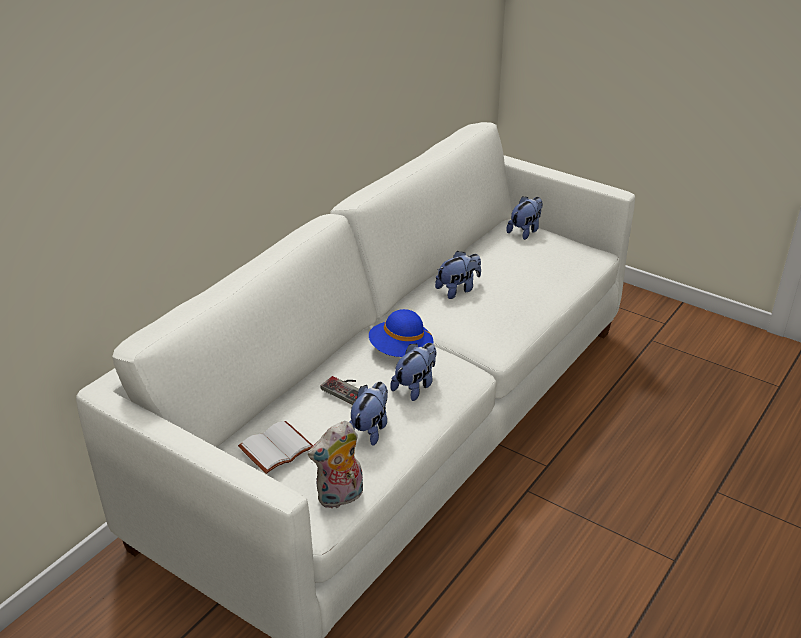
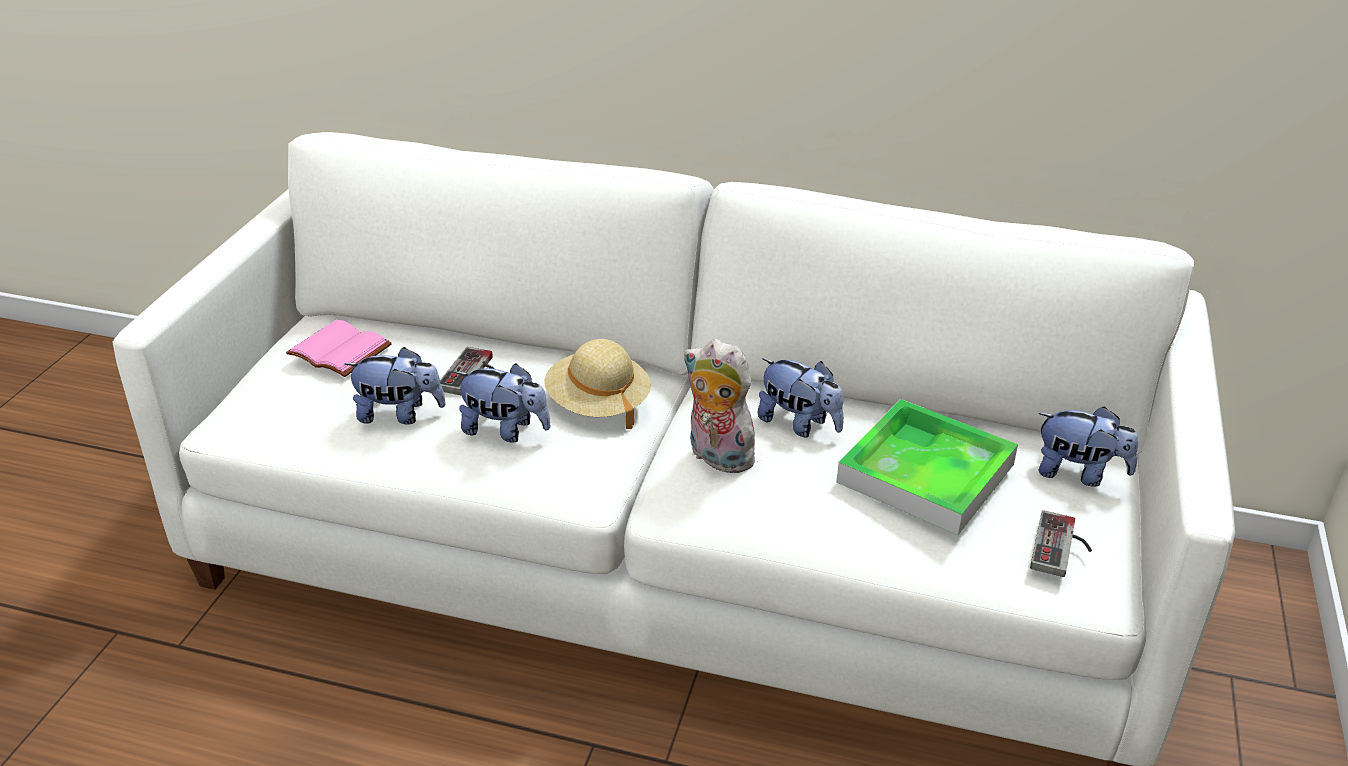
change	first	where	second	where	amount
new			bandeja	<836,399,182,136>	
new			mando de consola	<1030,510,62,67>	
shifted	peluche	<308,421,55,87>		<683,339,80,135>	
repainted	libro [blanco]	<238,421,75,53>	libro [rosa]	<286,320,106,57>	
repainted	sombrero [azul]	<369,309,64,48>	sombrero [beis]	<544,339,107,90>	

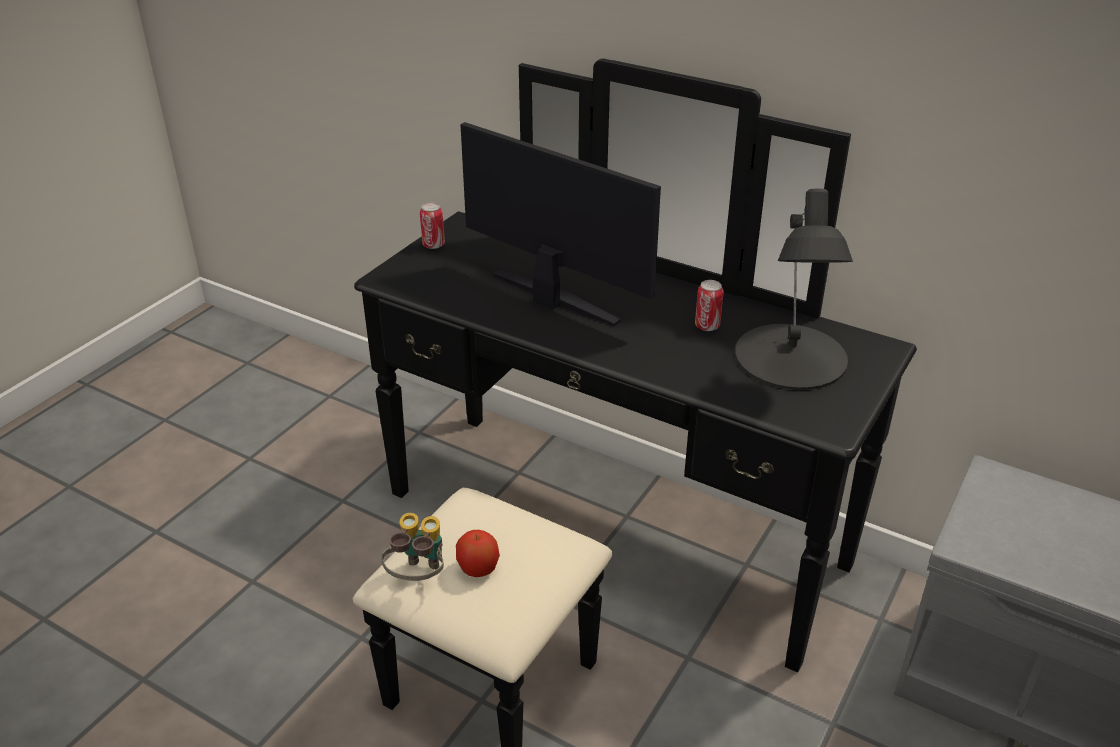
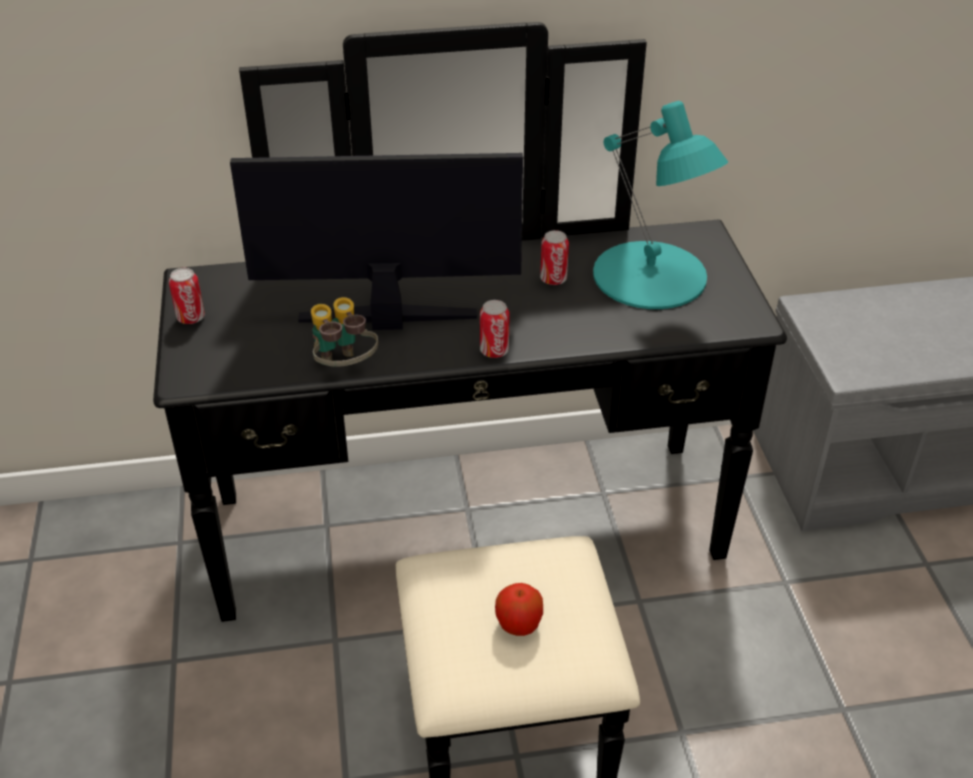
change	first	where	second	where	amount
new			lata	<480,300,30,58>	
shifted	prismáticos	<381,513,63,68>		<311,297,67,70>	
repainted	lámpara de mesa [negro]	<735,189,118,201>	lámpara de mesa [turquesa]	<593,101,135,208>	

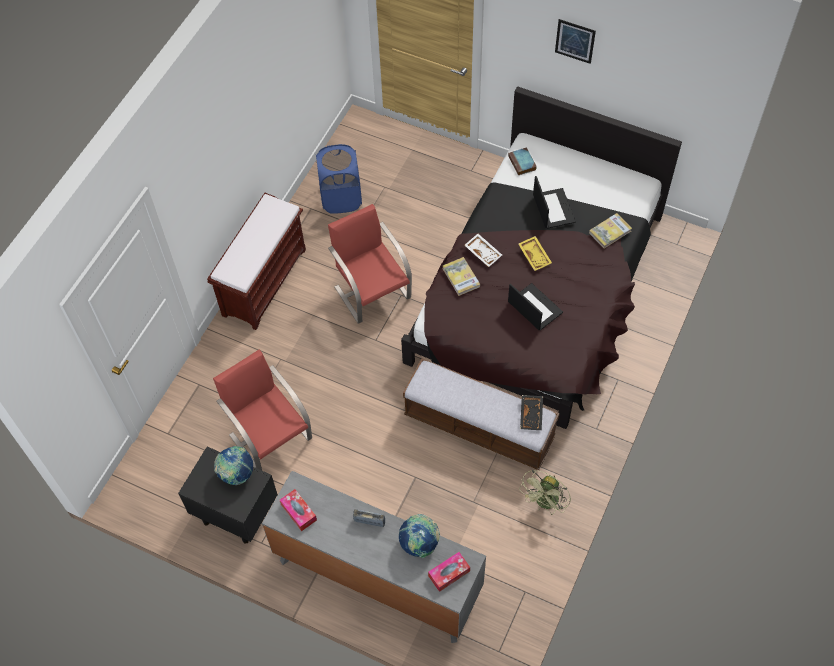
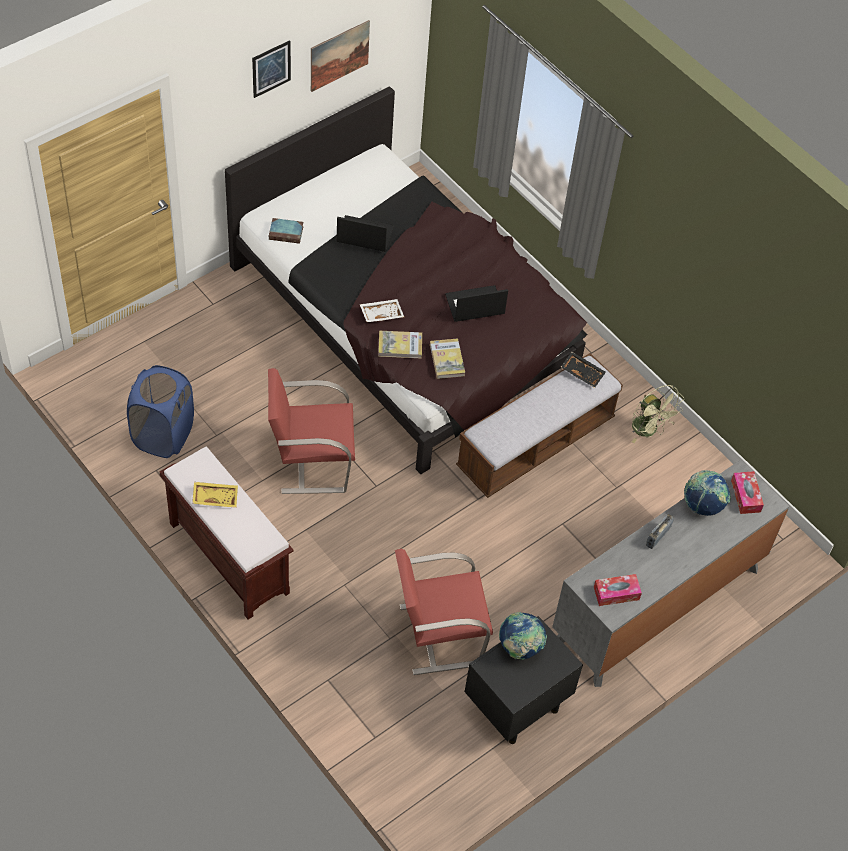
change	first	where	second	where	amount
new			cuadro	<311,20,59,72>	
shifted	bandeja [amarillo]	<518,236,34,35>		<192,482,46,26>	
shifted	libro	<589,213,43,35>		<430,338,35,41>	

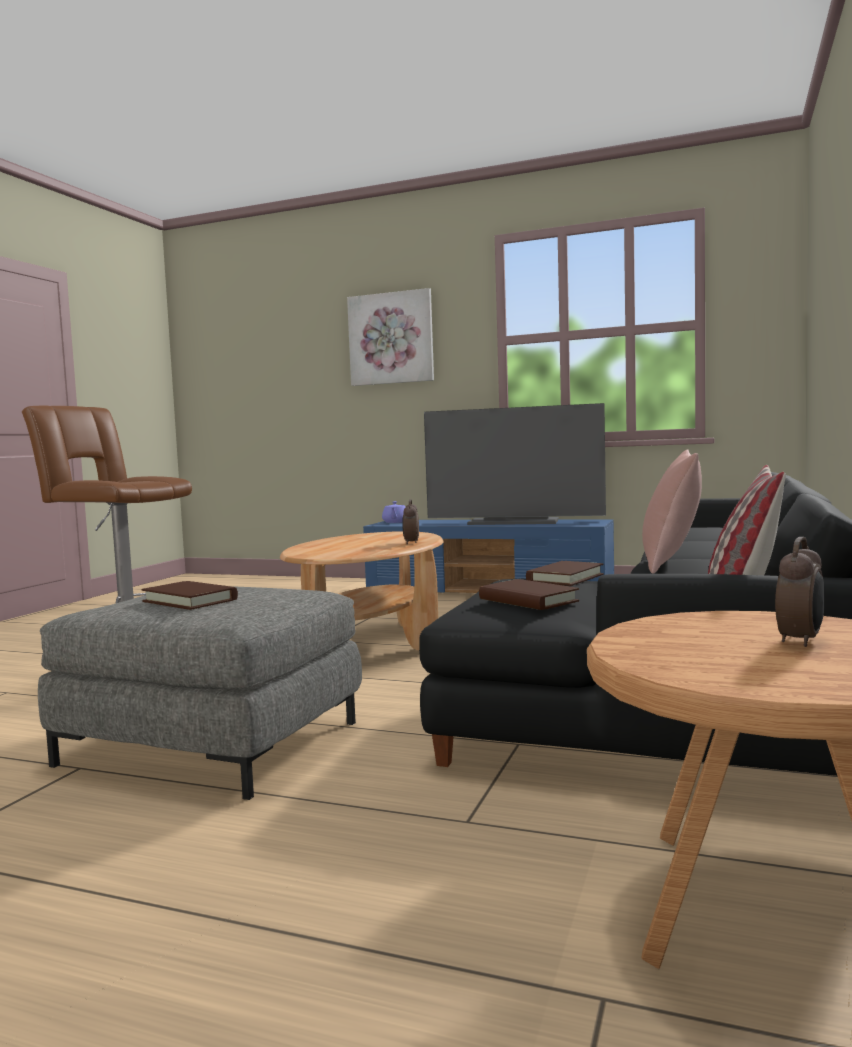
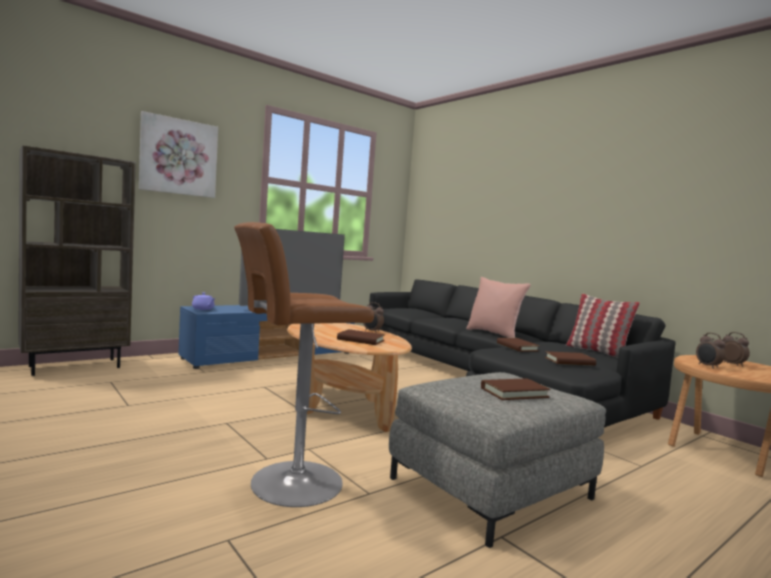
change	first	where	second	where	amount
new			estantería [marrón]	<18,145,118,231>	
new			libro [marrón]	<337,329,48,16>	
new			despertador	<696,333,29,36>	

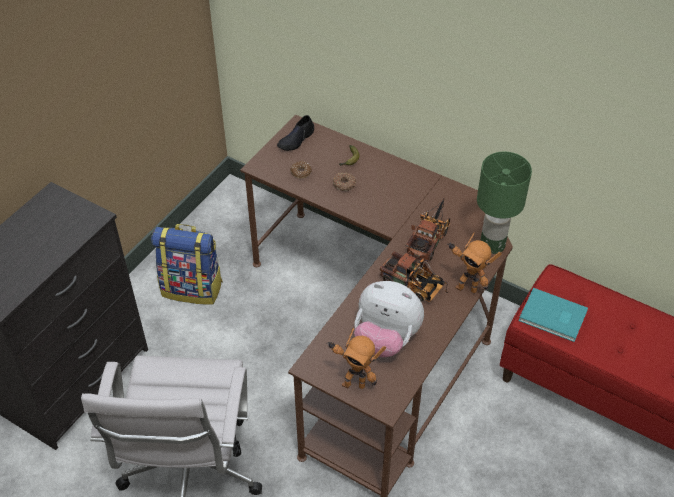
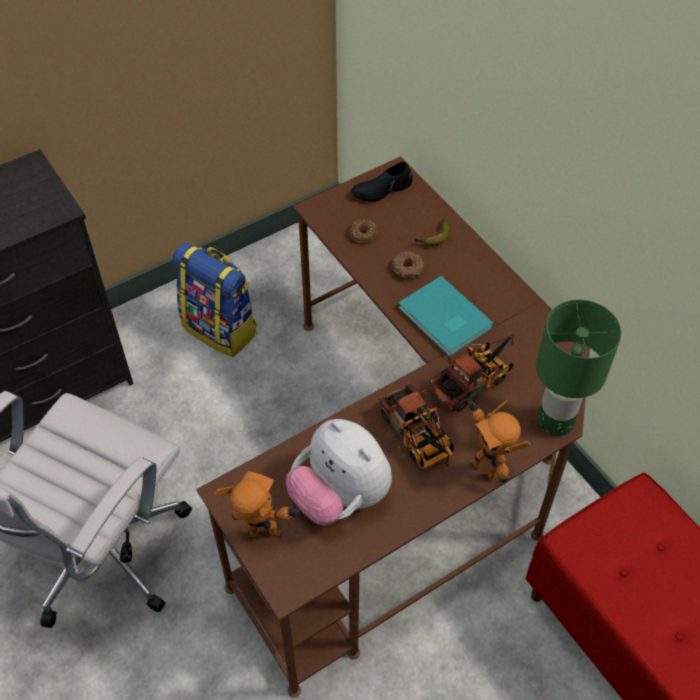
change	first	where	second	where	amount
shifted	libro [turquesa]	<519,288,69,54>		<398,276,96,80>	
rotated	robot de juguete	<327,328,59,61>		<215,471,85,67>	150 degrees clockwise

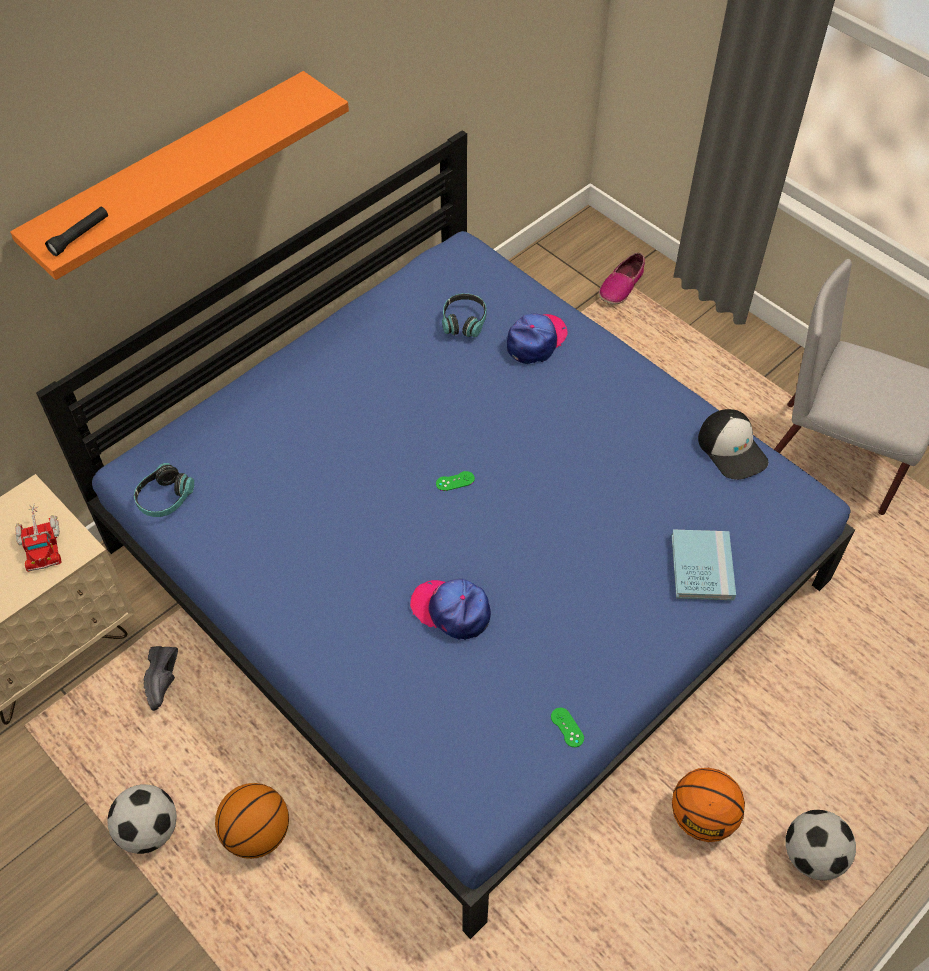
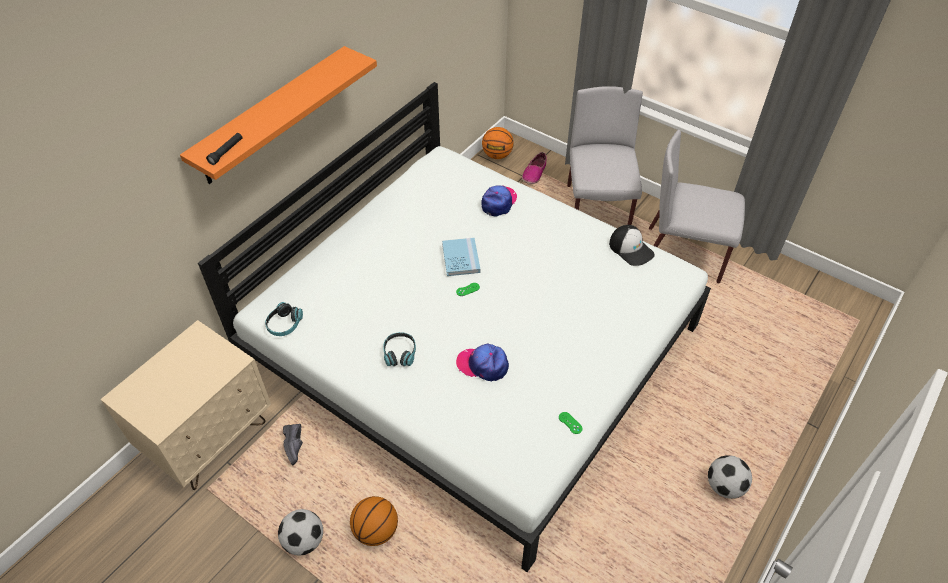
change	first	where	second	where	amount
gone	camión de juguete	<15,503,46,69>			
new			silla [gris]	<567,86,76,139>	
shifted	auriculares	<442,293,44,44>		<383,332,33,34>	
shifted	libro [azul]	<672,530,64,70>		<442,238,38,38>	
shifted	balón de baloncesto	<672,768,73,74>		<482,127,32,32>	
repainted	cama [azul]	<36,130,819,809>	cama [blanco]	<198,82,513,490>	

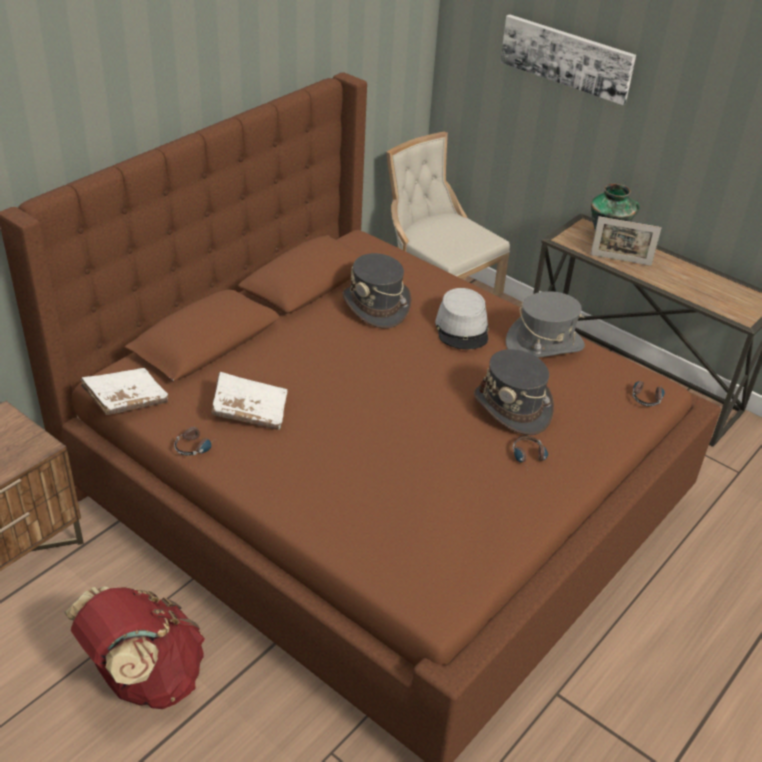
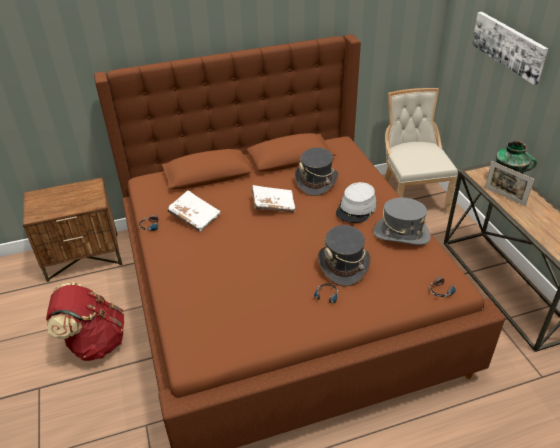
change	first	where	second	where	amount
shifted	libro [blanco]	<80,368,88,47>		<251,185,44,28>	

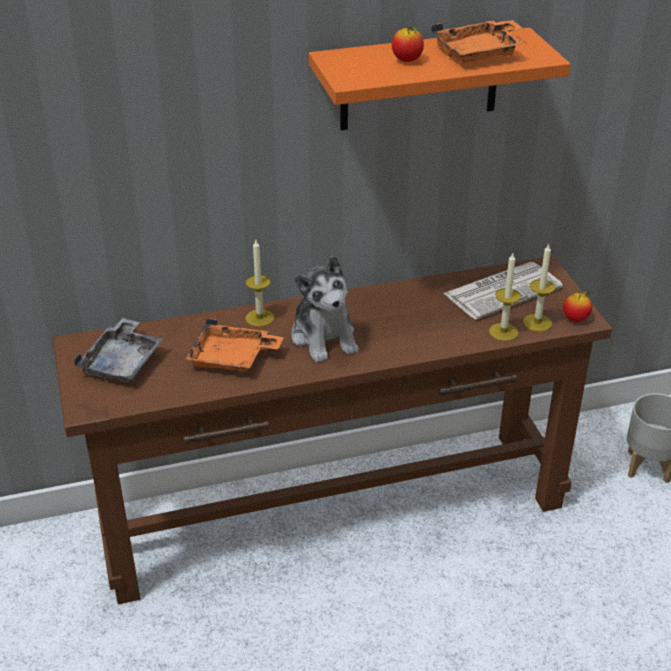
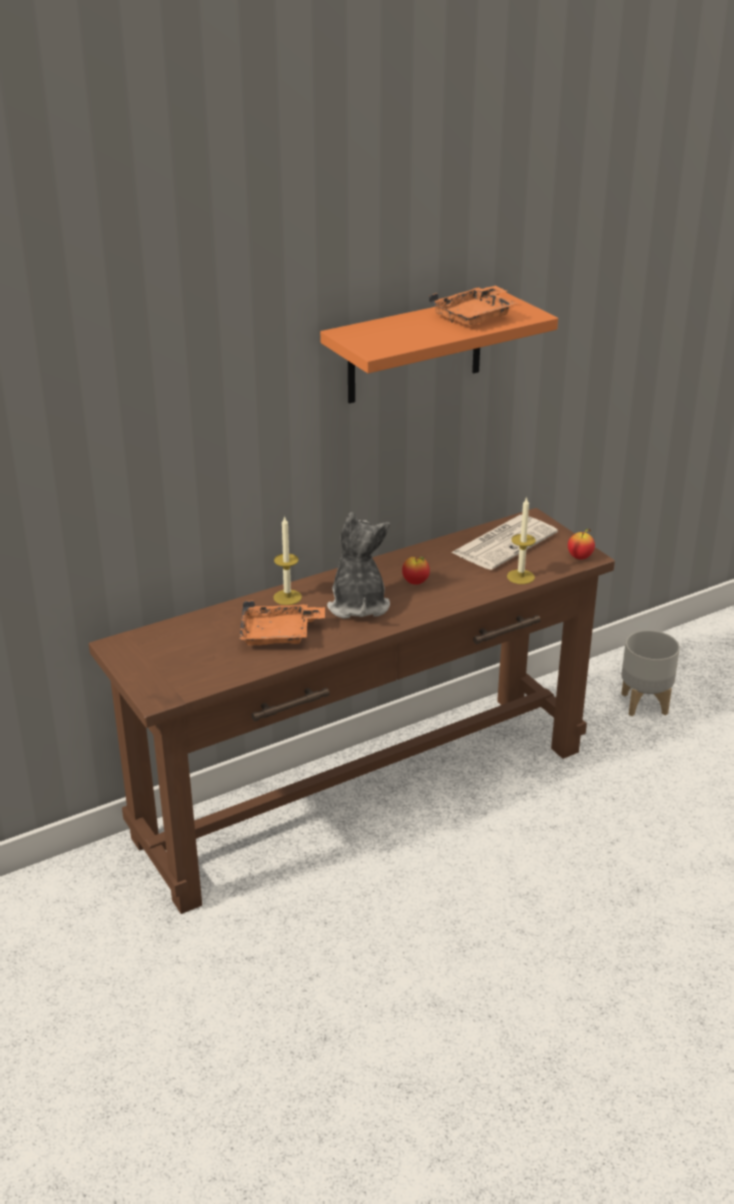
change	first	where	second	where	amount
gone	bandeja [gris]	<74,318,89,64>			
gone	vela	<523,243,32,89>			
shifted	manzana	<392,27,32,35>		<402,557,28,28>	
rotated	peluche	<291,255,68,108>		<327,512,63,107>	150 degrees counterclockwise

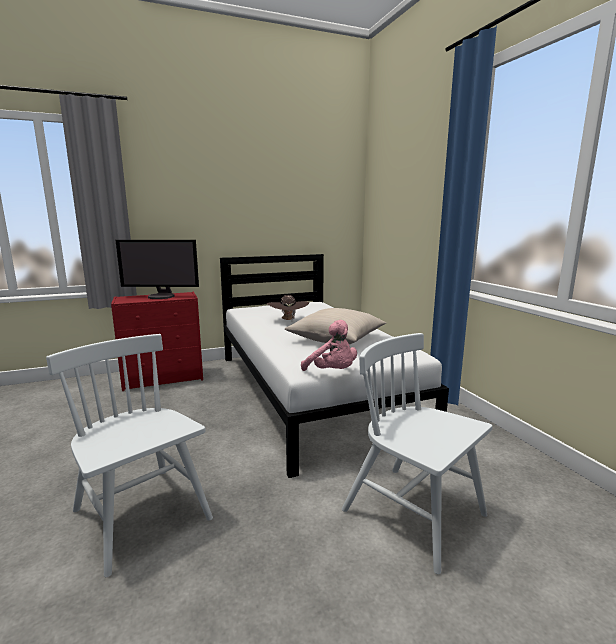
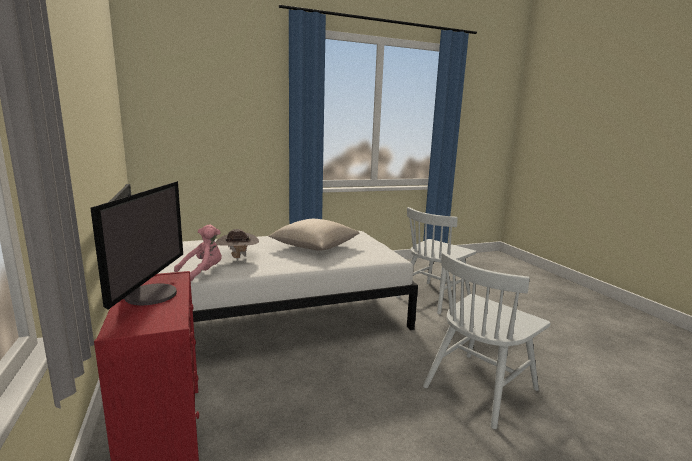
change	first	where	second	where	amount
shifted	peluche [rosa]	<301,320,56,51>		<174,224,48,57>	

